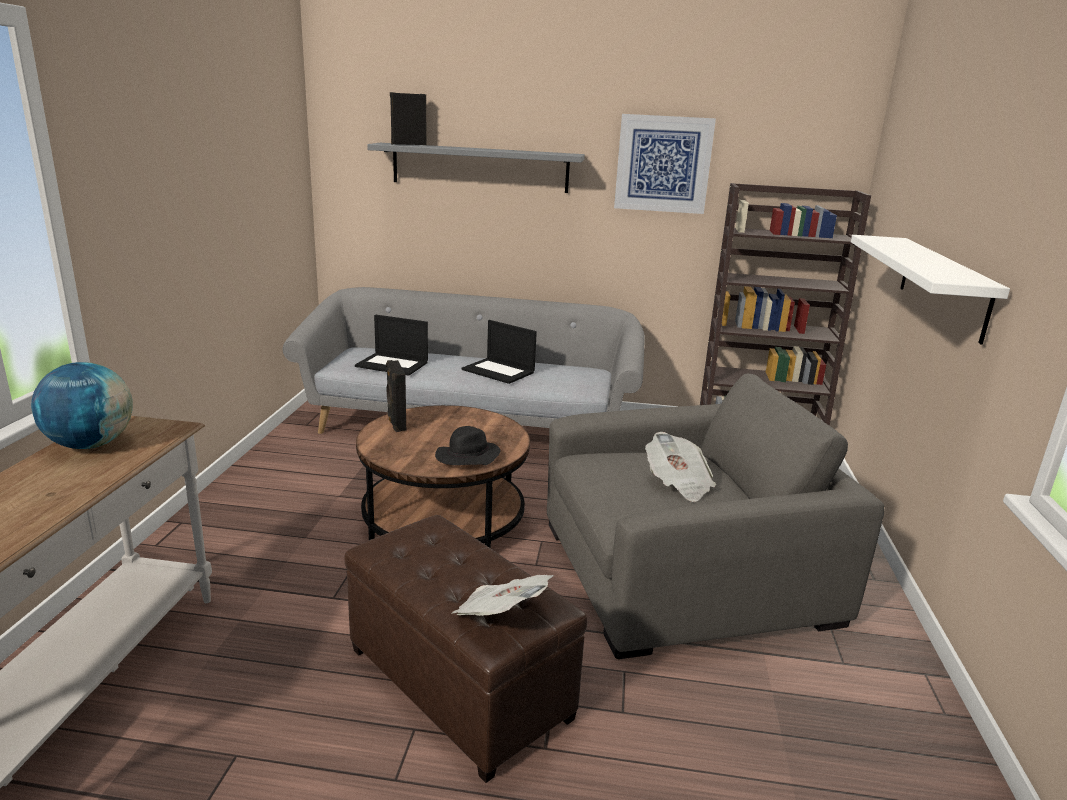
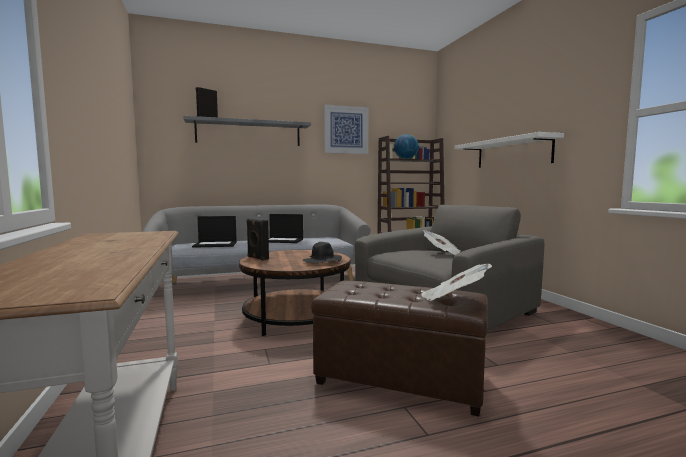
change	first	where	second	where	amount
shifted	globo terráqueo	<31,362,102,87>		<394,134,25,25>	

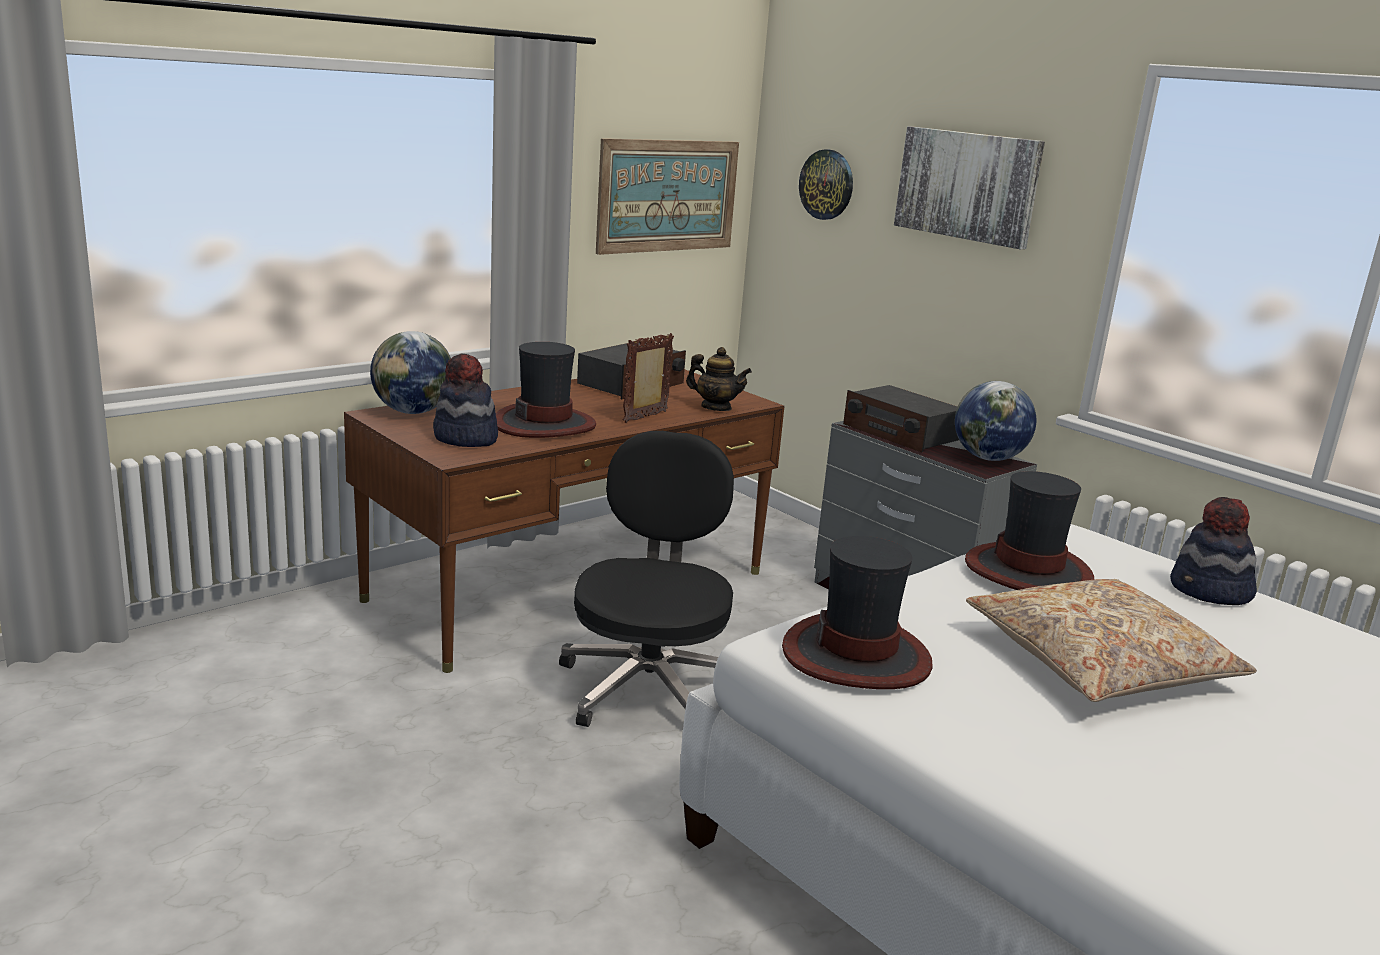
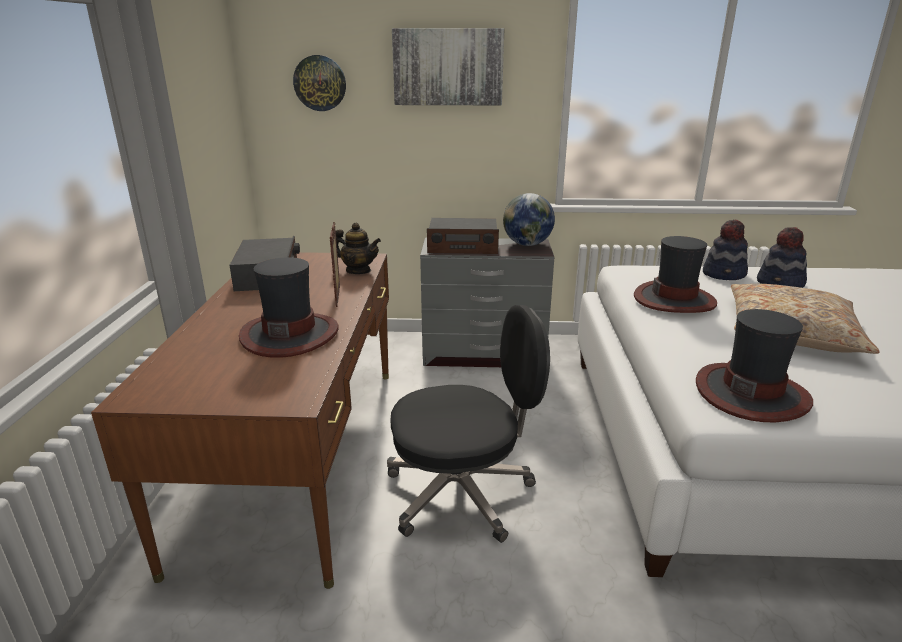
change	first	where	second	where	amount
gone	globo terráqueo	<370,331,81,83>			
gone	cuadro	<596,138,143,117>			
shifted	sombrero	<433,353,65,94>		<757,227,50,61>	
rotated	silla de oficina [negro]	<559,431,175,296>		<387,305,163,238>	120 degrees clockwise
rotated	tetera	<686,347,66,64>		<336,223,45,51>	45 degrees clockwise

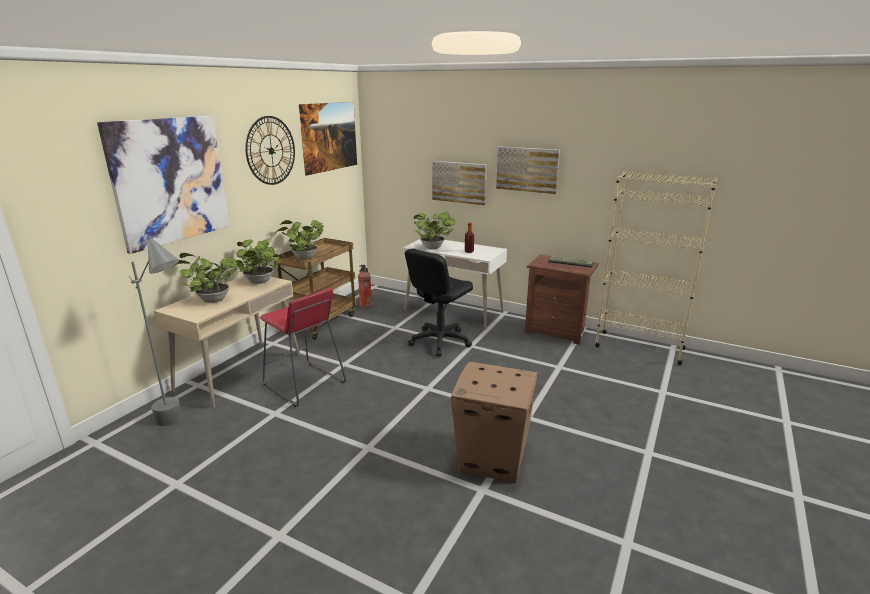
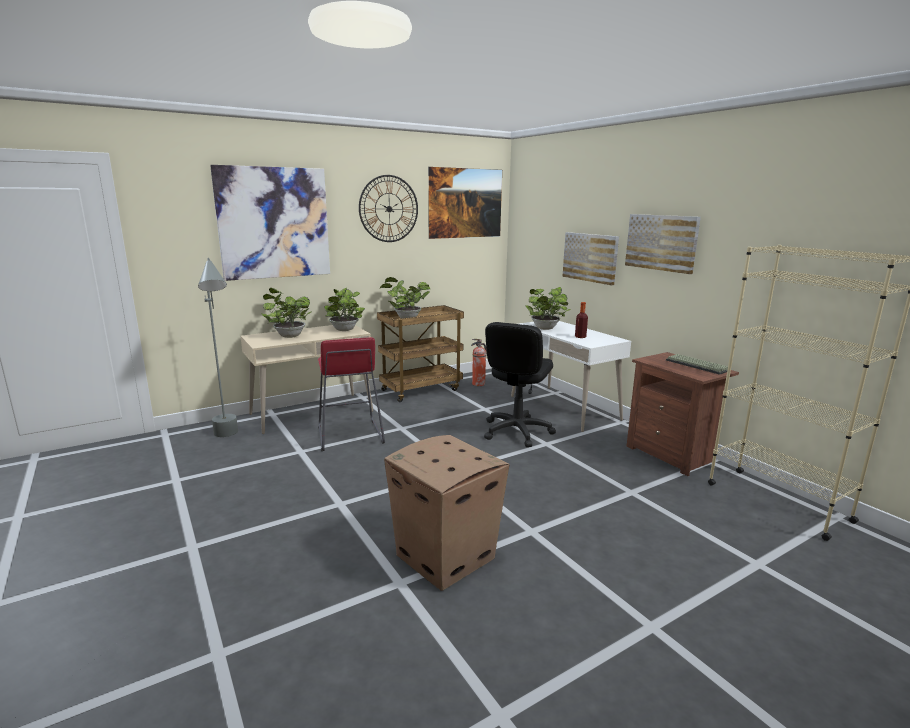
change	first	where	second	where	amount
rotated	silla de oficina [negro]	<405,248,68,108>		<484,322,72,125>	45 degrees counterclockwise

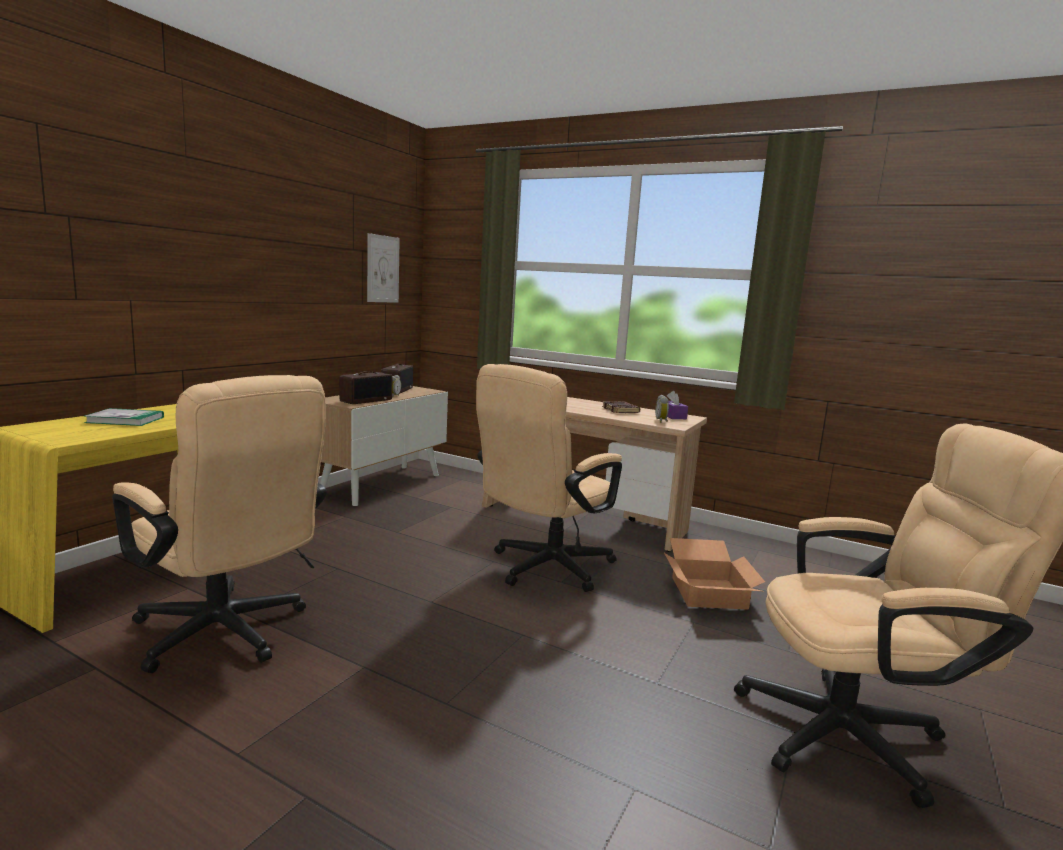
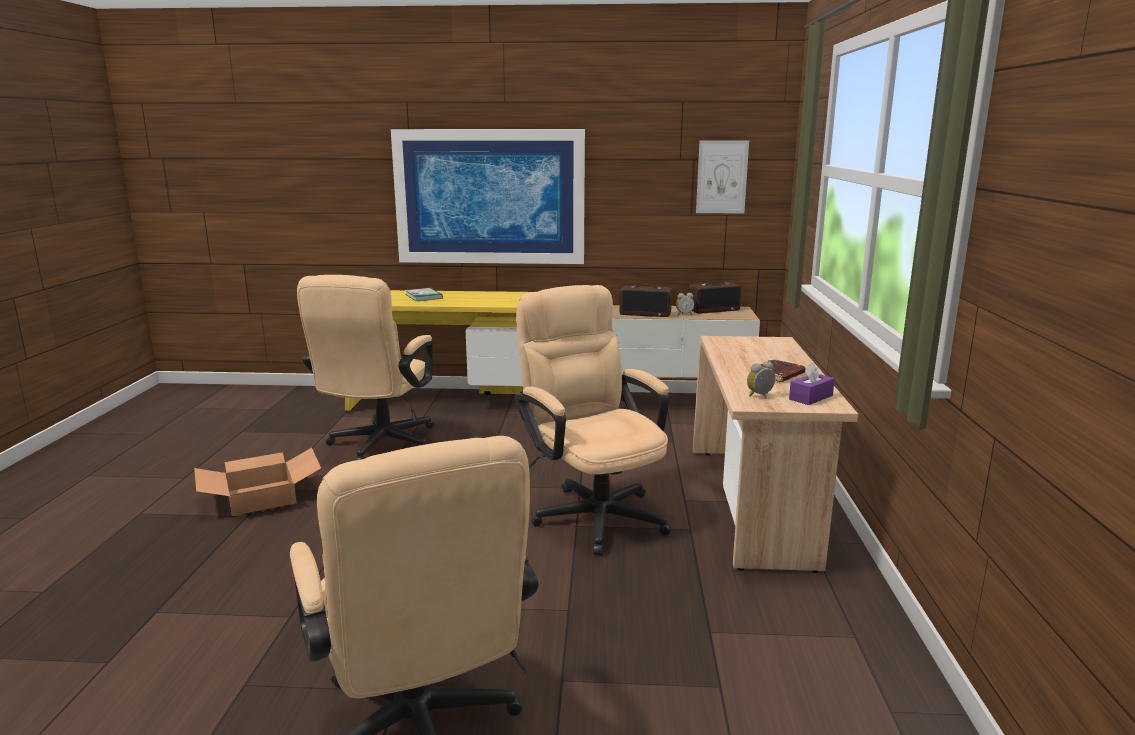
change	first	where	second	where	amount
new			cuadro	<391,129,194,135>	
shifted	caja de cartón	<664,538,101,72>		<194,448,127,68>	
rotated	silla de oficina [beis]	<476,364,146,228>		<515,285,157,271>	45 degrees clockwise

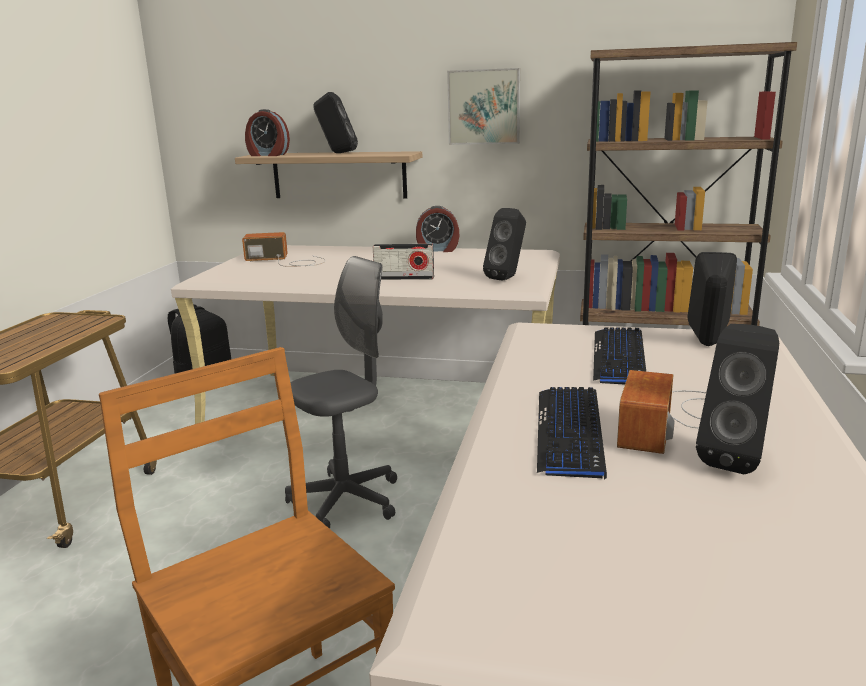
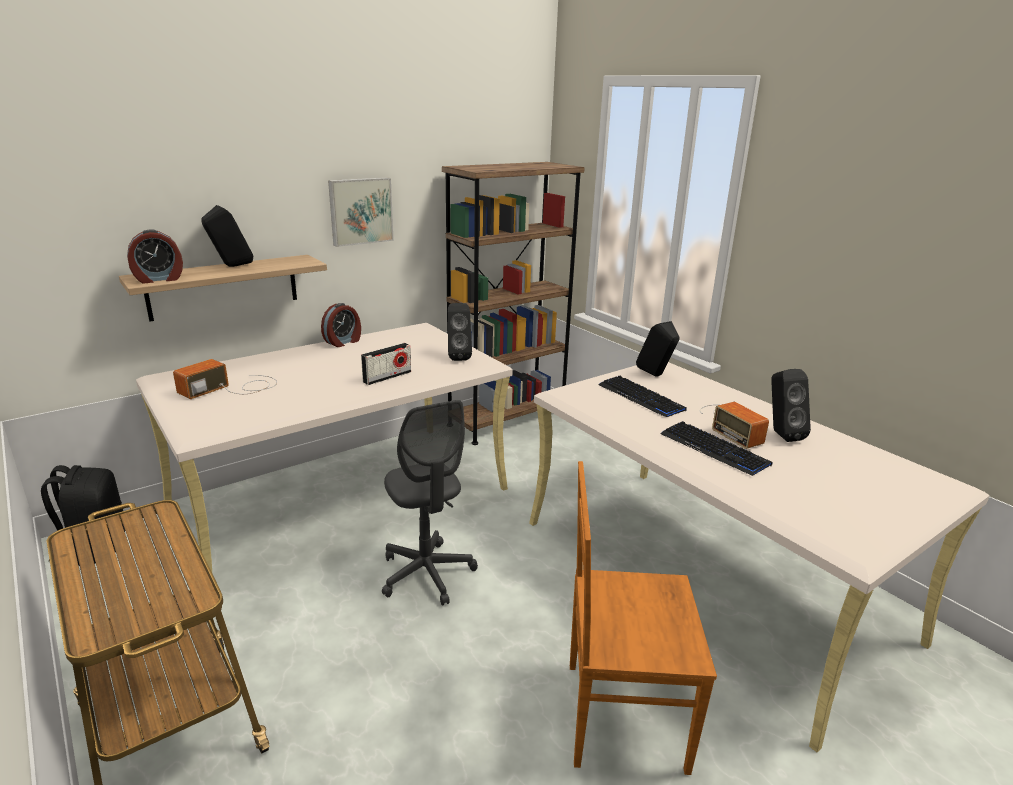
change	first	where	second	where	amount
rotated	silla de oficina [gris]	<285,256,112,273>		<382,400,96,206>	150 degrees clockwise

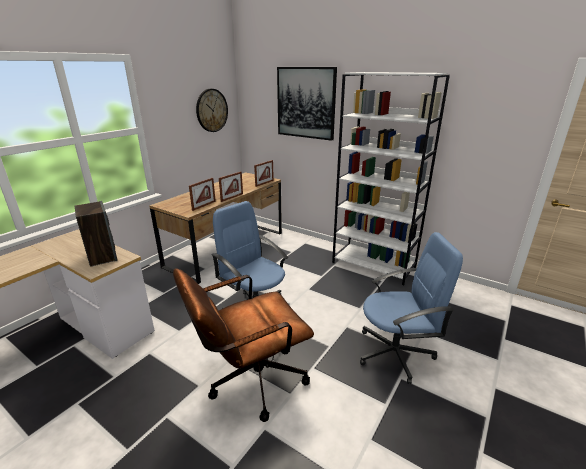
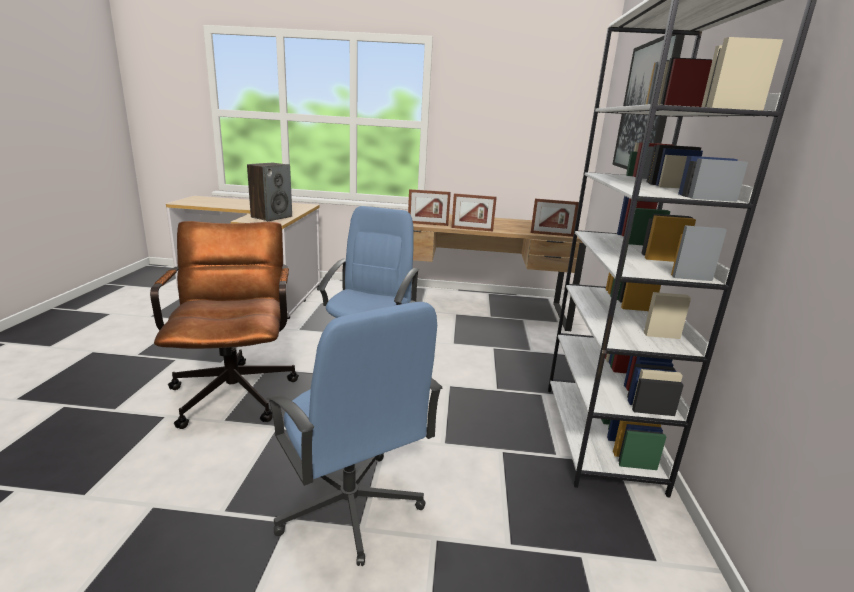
change	first	where	second	where	amount
gone	reloj de pared	<196,89,32,43>			
rotated	silla de oficina [marrón]	<173,268,141,154>		<150,221,149,208>	45 degrees clockwise

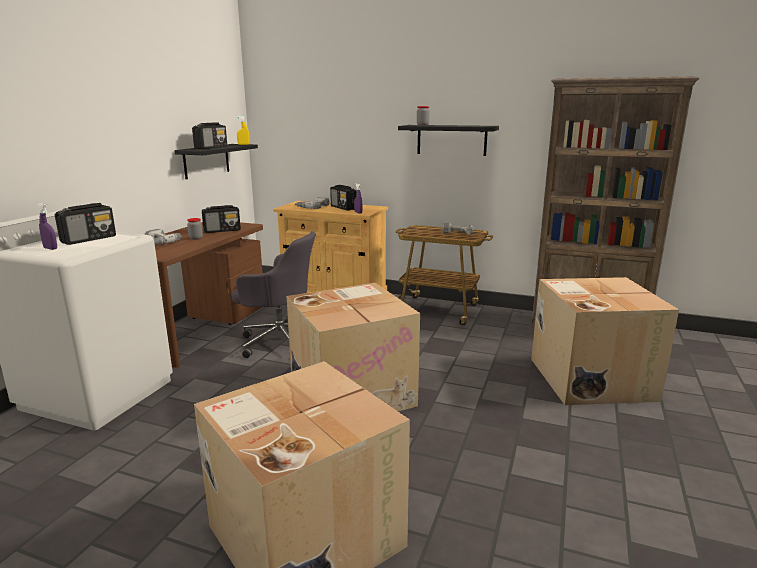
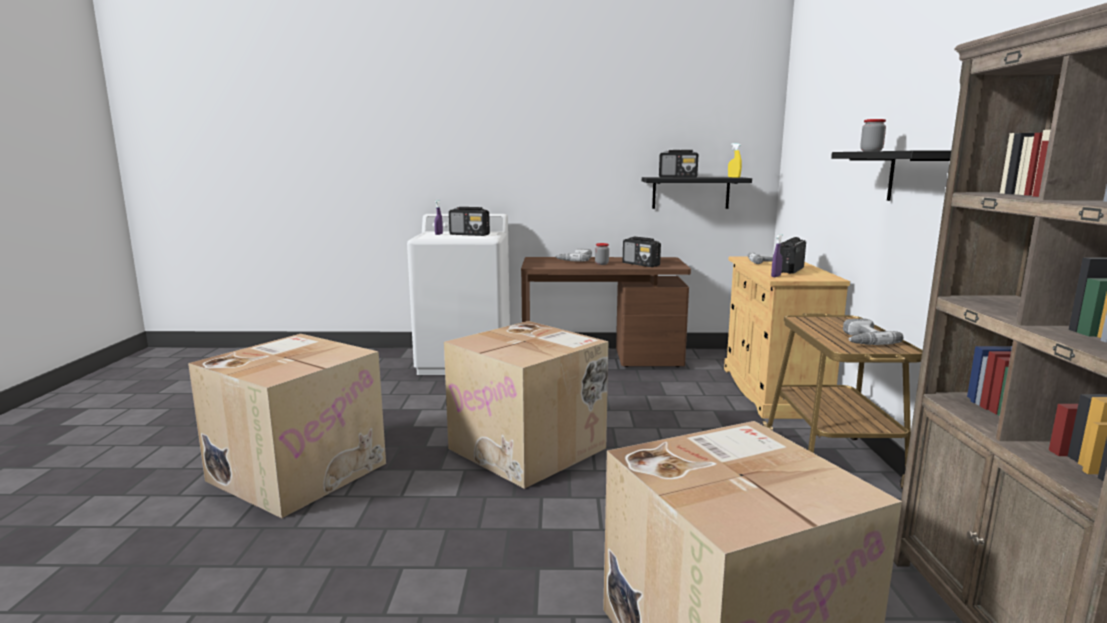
change	first	where	second	where	amount
gone	silla de oficina [gris]	<231,231,84,127>			

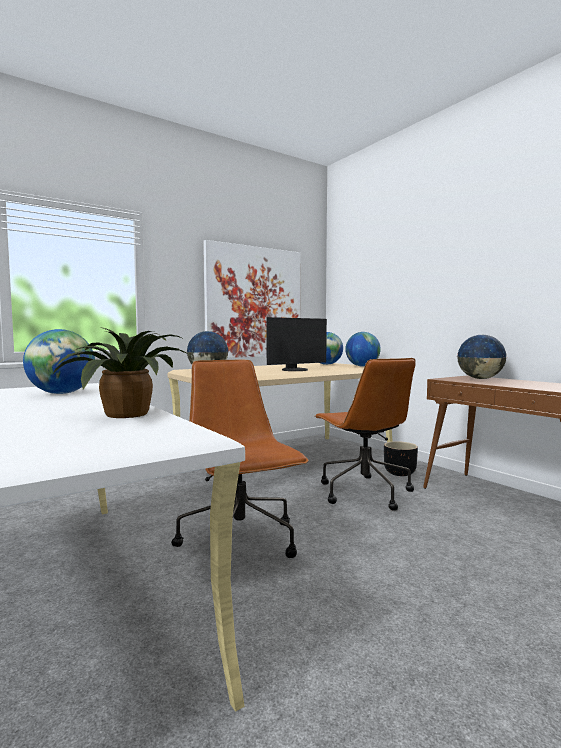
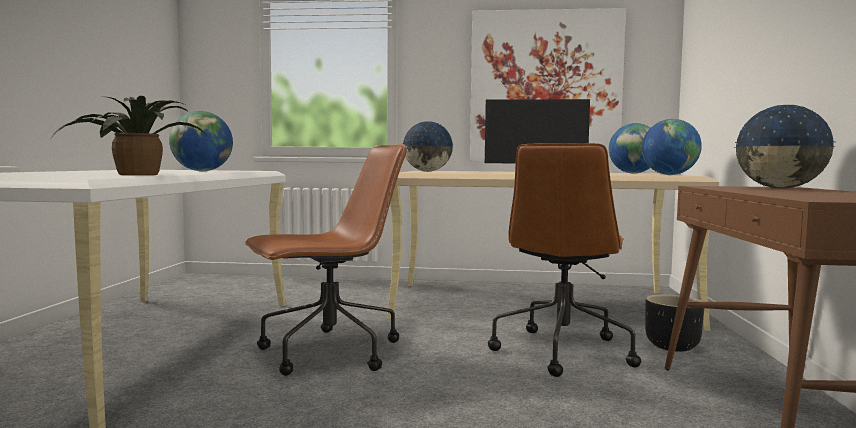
change	first	where	second	where	amount
rotated	silla de oficina [marrón]	<171,360,138,198>		<244,144,163,232>	45 degrees clockwise

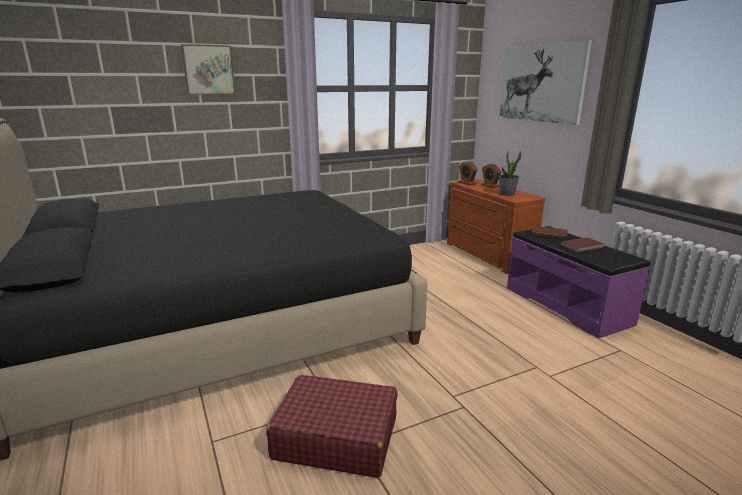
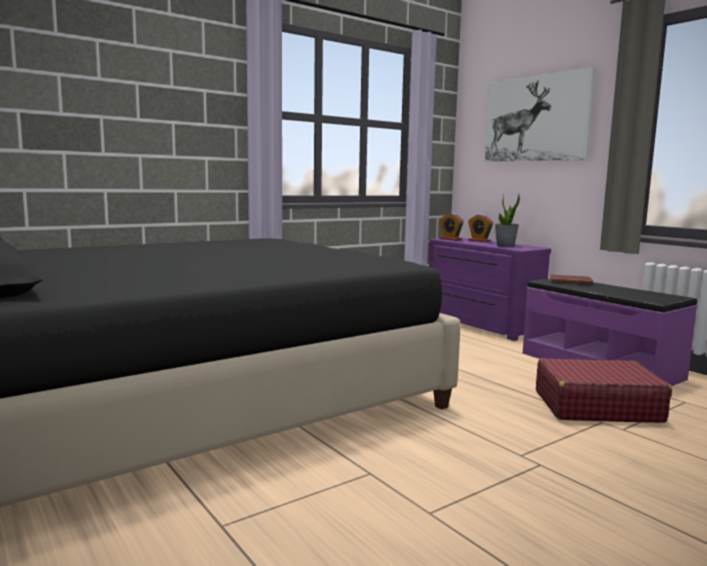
change	first	where	second	where	amount
gone	cuadro	<181,44,54,51>			
gone	libro [marrón]	<560,237,44,15>			
shifted	maleta [rojo]	<266,375,132,103>		<536,358,136,65>	
repainted	cómoda [marrón]	<447,179,98,95>	cómoda [morado]	<429,237,122,104>	

